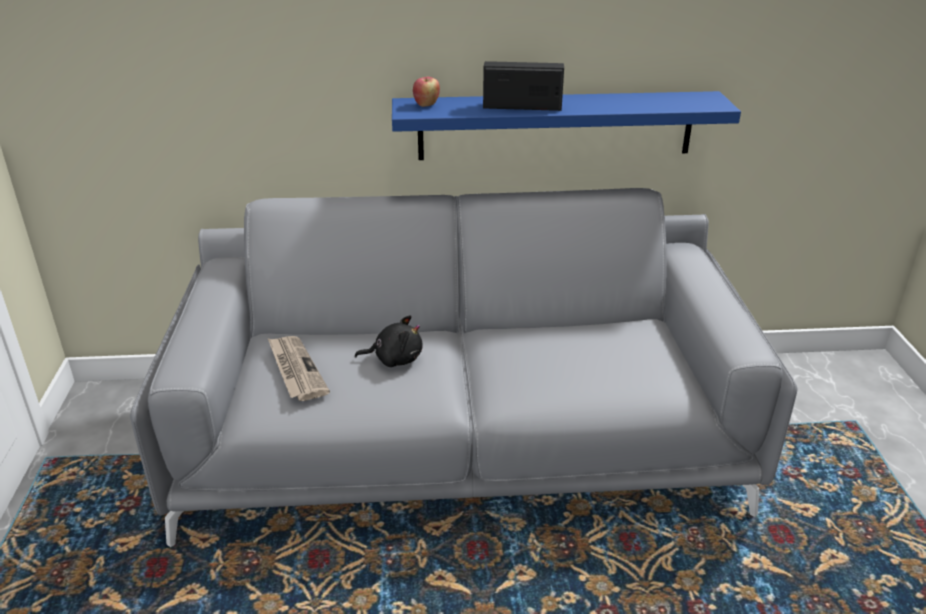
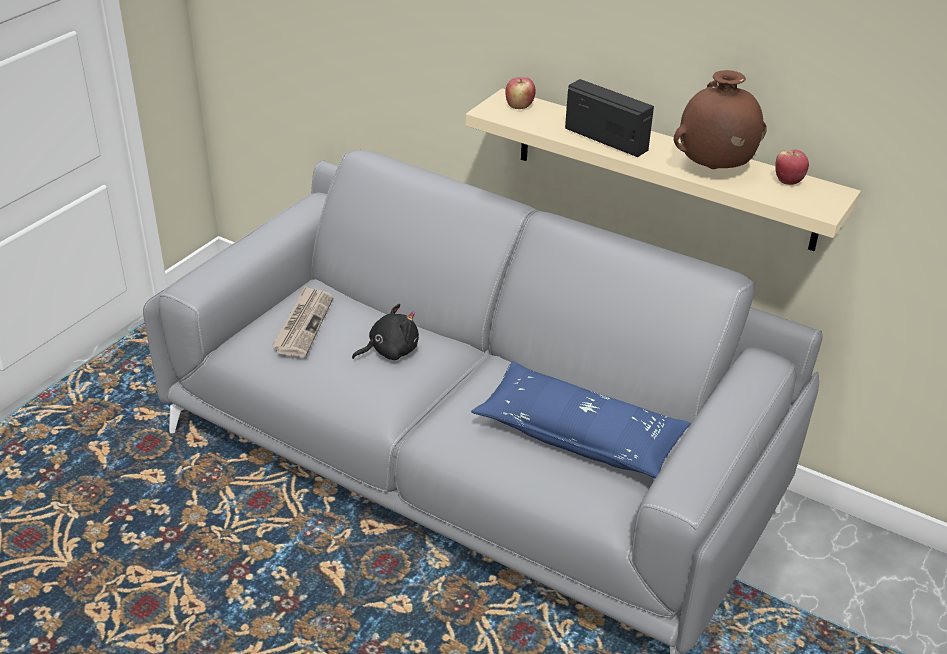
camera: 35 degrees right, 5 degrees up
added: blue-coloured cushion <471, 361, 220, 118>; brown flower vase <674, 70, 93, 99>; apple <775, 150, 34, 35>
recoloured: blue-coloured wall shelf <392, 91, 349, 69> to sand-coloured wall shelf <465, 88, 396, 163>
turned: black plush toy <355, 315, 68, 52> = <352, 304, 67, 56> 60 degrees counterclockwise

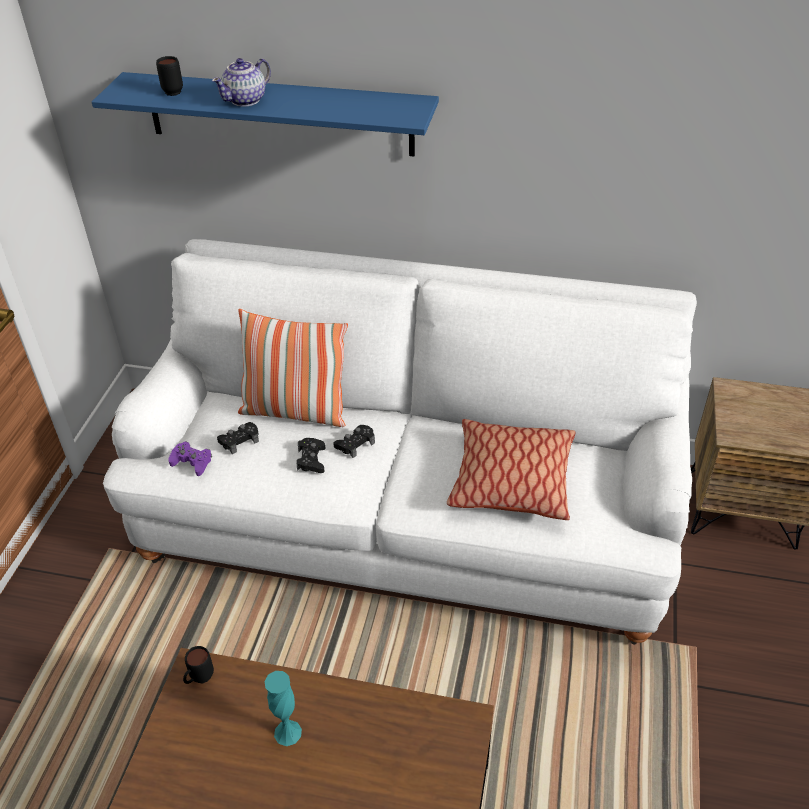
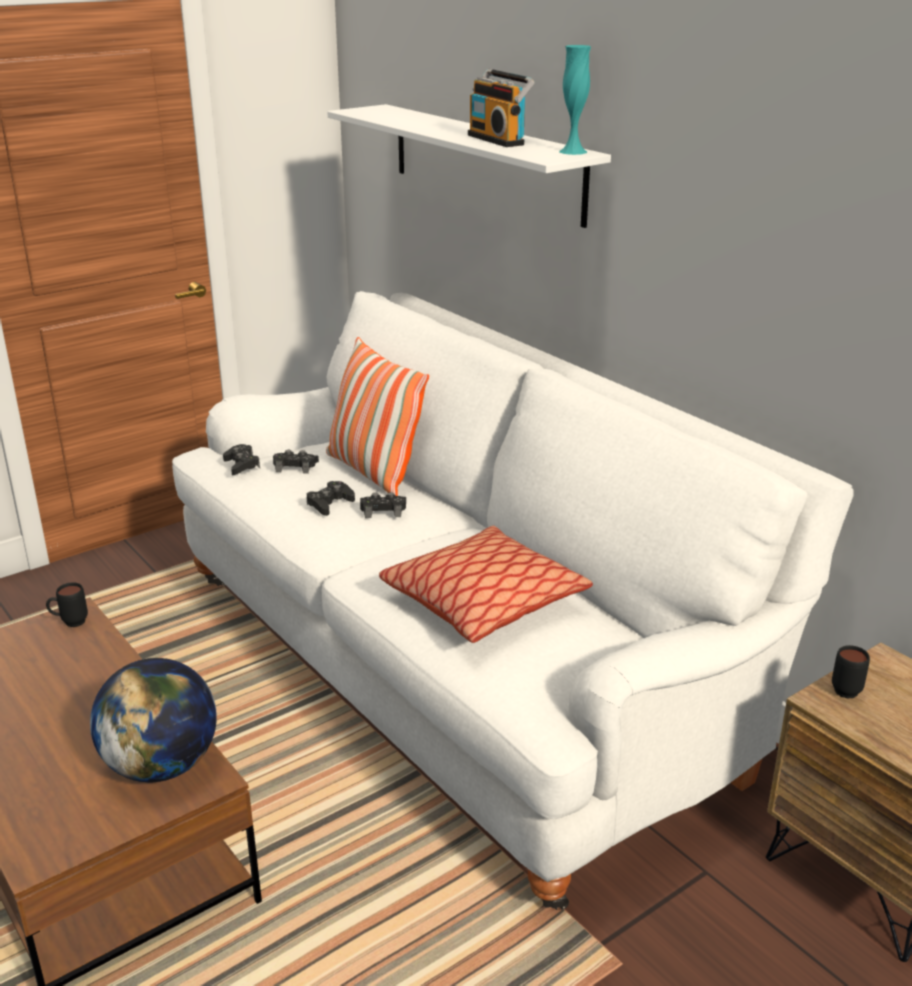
camera: 40 degrees right, 15 degrees down
removed: pot for tea <212, 58, 59, 49>
added: world globe <90, 658, 127, 124>; radio <468, 69, 67, 78>
moved: blue-green flower vase <264, 671, 38, 75> to <559, 45, 32, 110>; black tea mug <156, 56, 27, 40> to <832, 645, 38, 53>
recoloured: purplish gamepad <168, 441, 44, 35> to black gamepad <223, 444, 37, 31>; blue-coloured wall shelf <92, 72, 347, 84> to white wall shelf <327, 104, 284, 124>

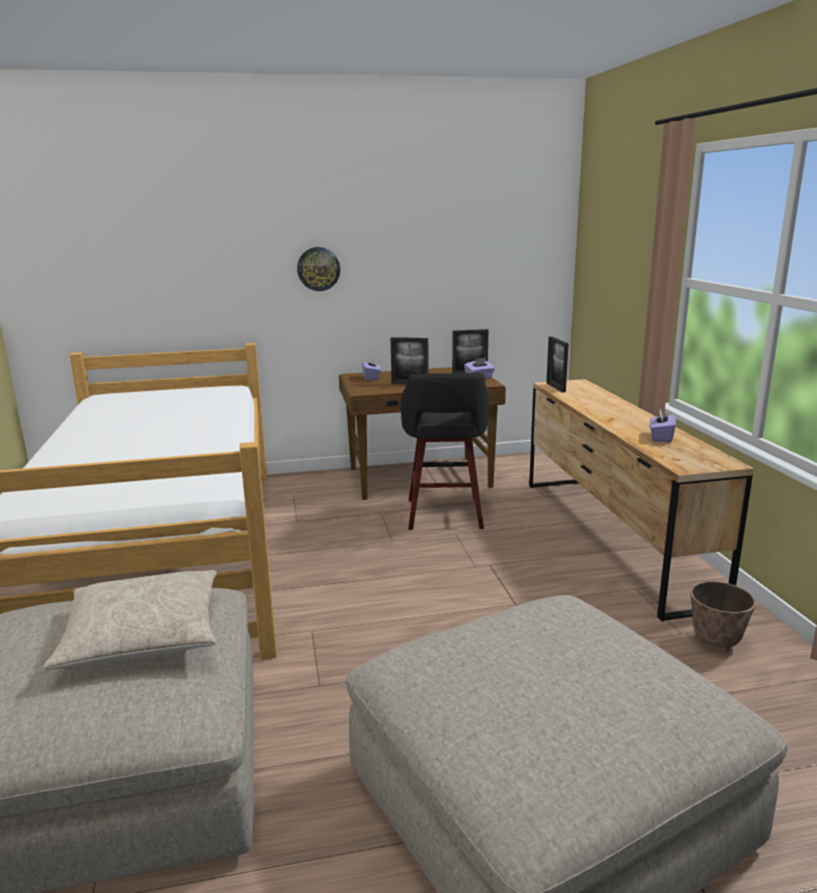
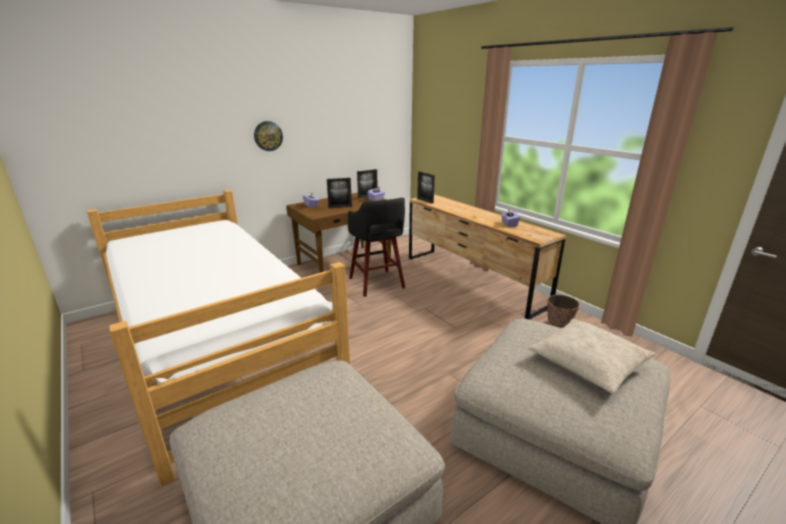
camera: 25 degrees left, 5 degrees up
moved: sand-coloured cushion <43, 570, 174, 100> to <528, 319, 128, 75>

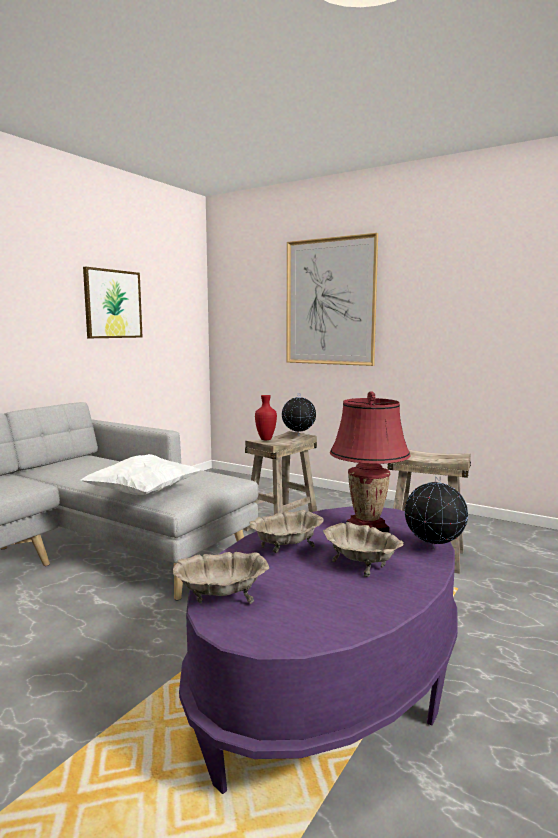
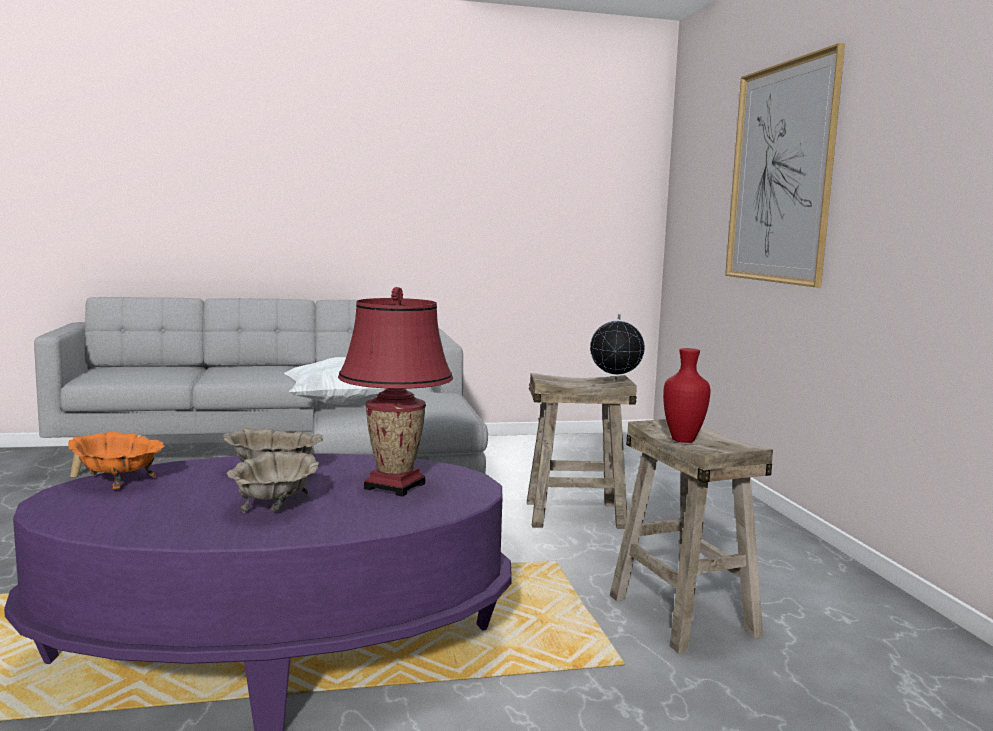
camera: 45 degrees right, 0 degrees up
removed: picture <83, 267, 60, 71>; world globe <405, 476, 63, 74>
moved: red-coloured flower vase <255, 395, 22, 45> to <663, 348, 47, 95>
recoloured: sand-coloured deep dish <173, 552, 96, 52> to orange-coloured deep dish <68, 431, 97, 58>

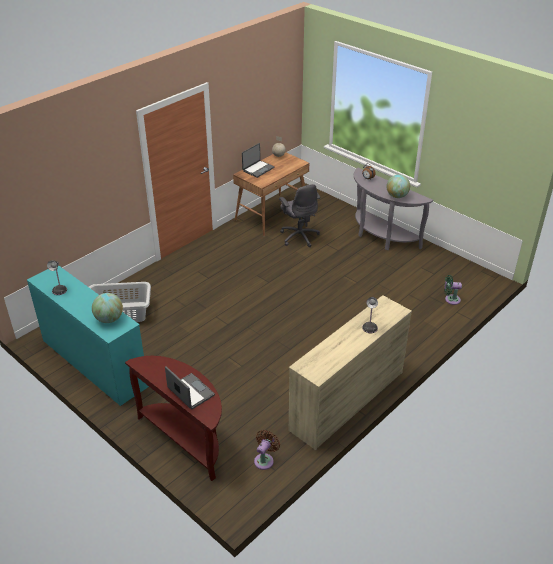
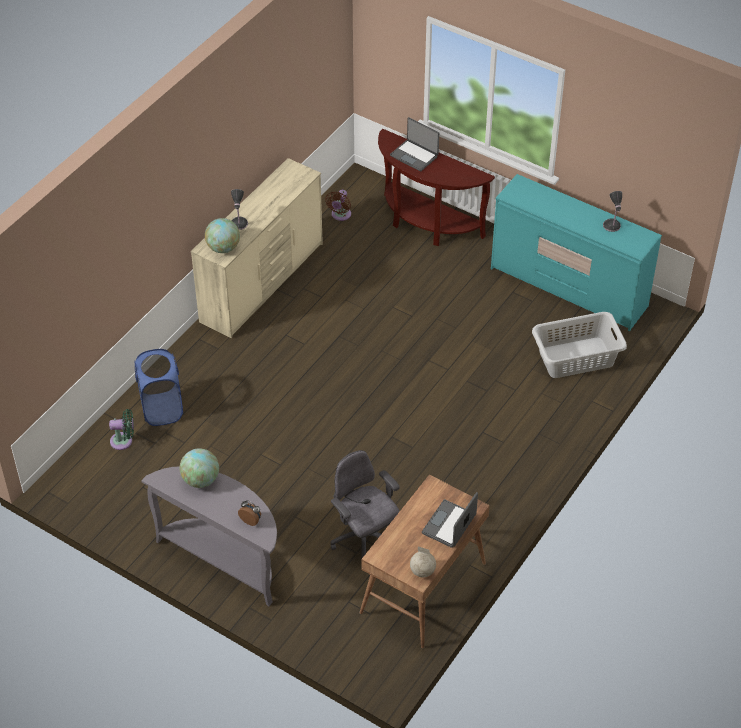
camera: 170 degrees right, 10 degrees up
added: blue-coloured hamper <134, 349, 49, 77>
moved: world globe <92, 293, 31, 30> to <205, 218, 35, 35>

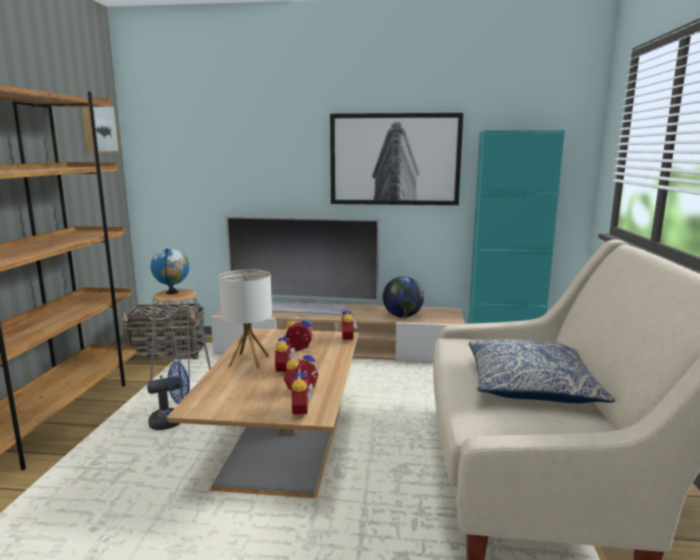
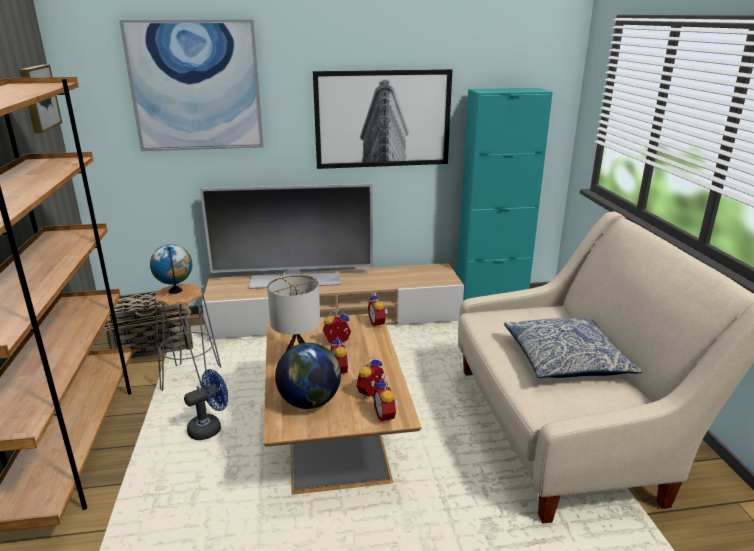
camera: 15 degrees left, 10 degrees up
added: picture <119, 20, 144, 131>
moved: world globe <383, 276, 41, 42> to <275, 343, 66, 66>

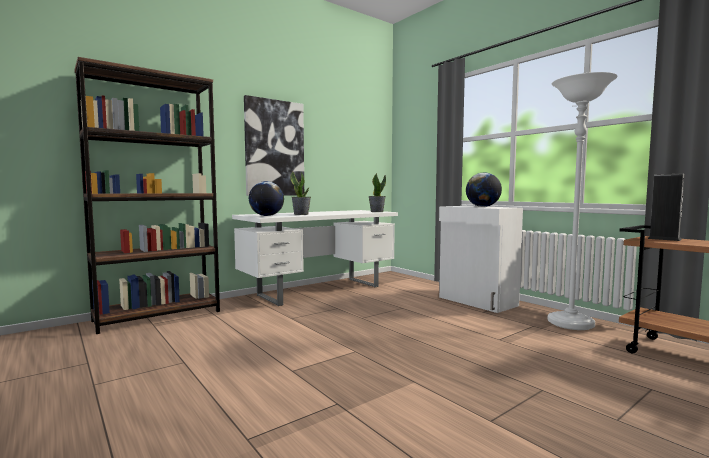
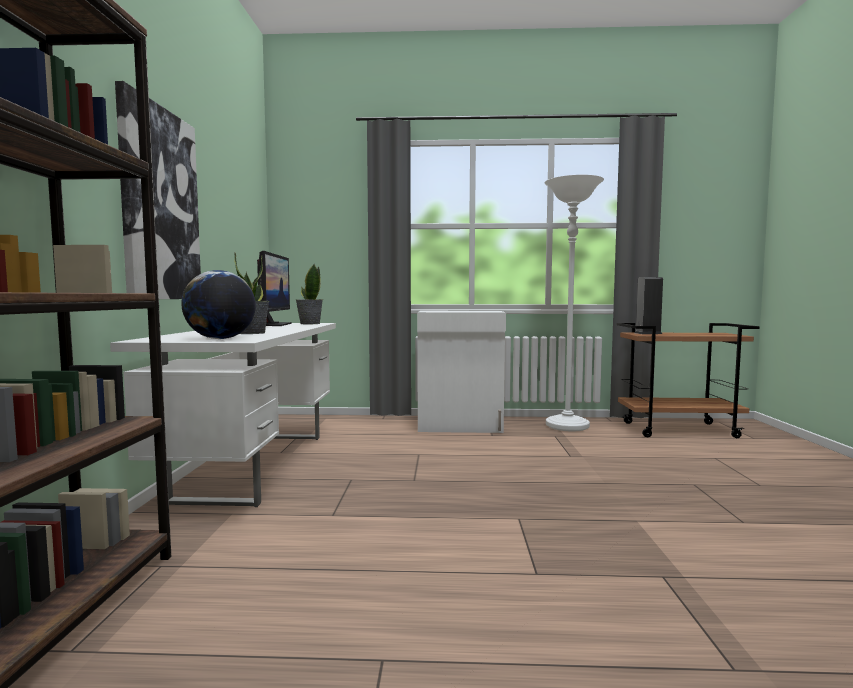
camera: 50 degrees left, 0 degrees up
removed: world globe <466, 173, 36, 34>
added: computer display <257, 251, 35, 75>

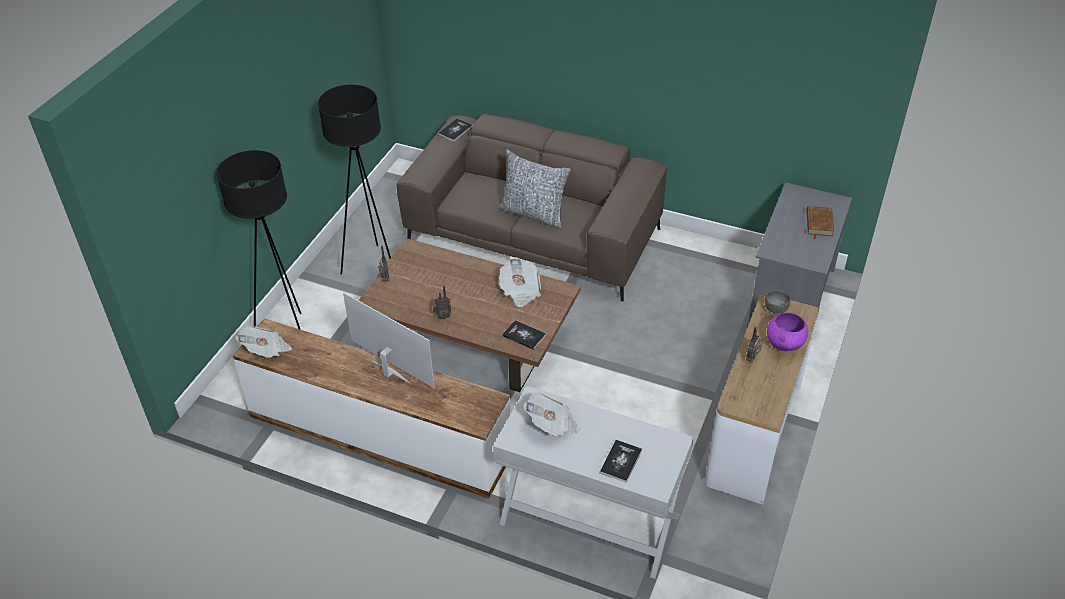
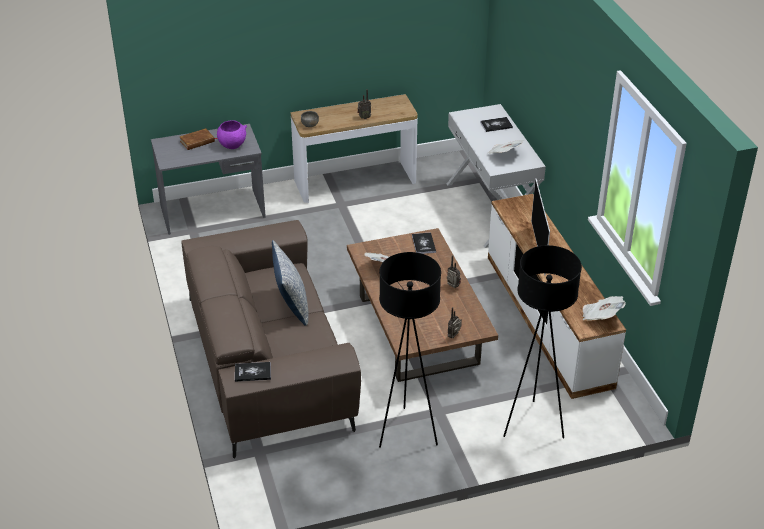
camera: 130 degrees left, 5 degrees down
moved: purplish deep dish <767, 312, 41, 39> to <217, 120, 30, 29>

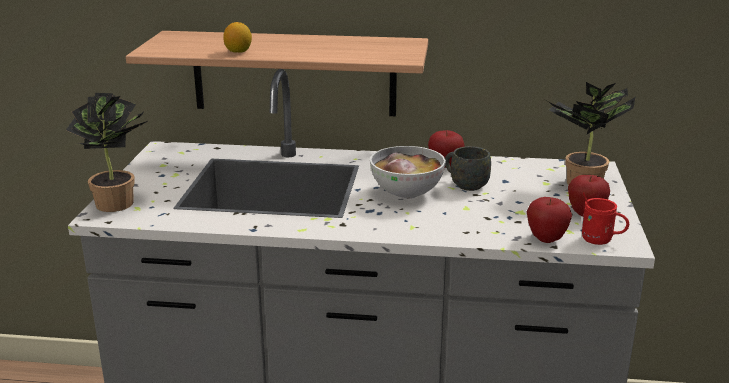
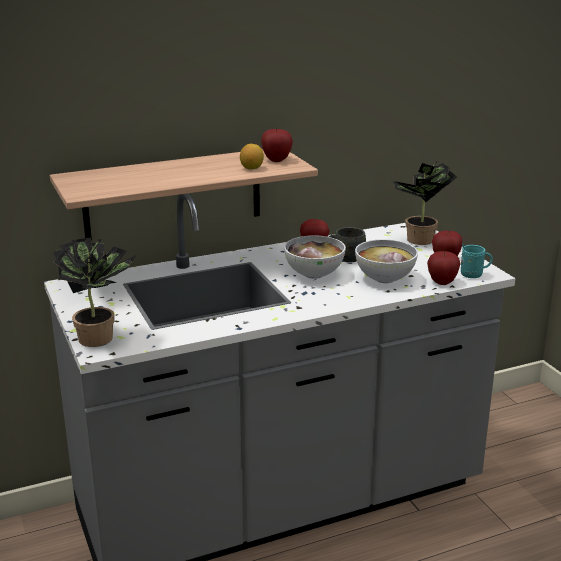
camera: 30 degrees left, 0 degrees up
added: apple <261, 128, 32, 34>; deep dish <355, 239, 63, 44>
moved: lemon <223, 22, 29, 31> to <240, 144, 24, 25>
recoloured: red-coloured tea mug <582, 192, 47, 53> to blue-green tea mug <461, 243, 32, 35>

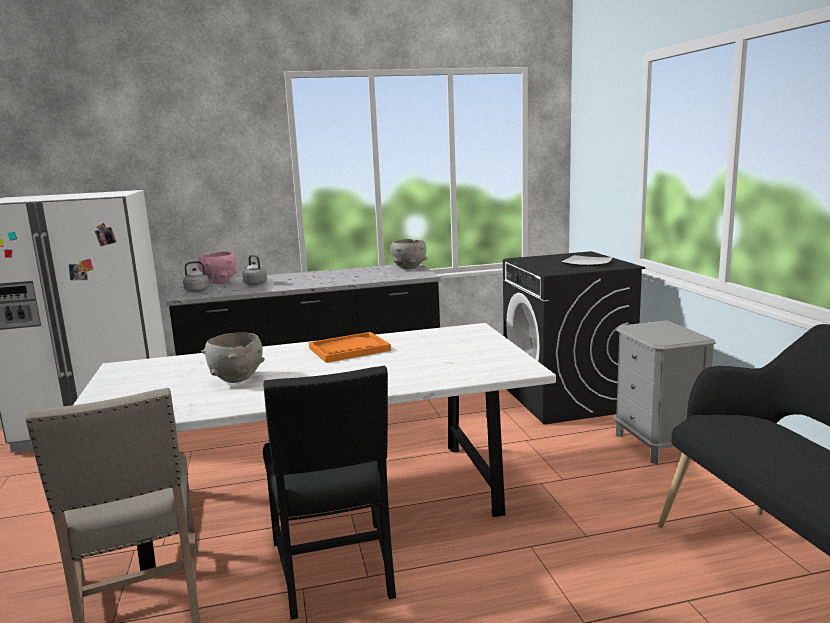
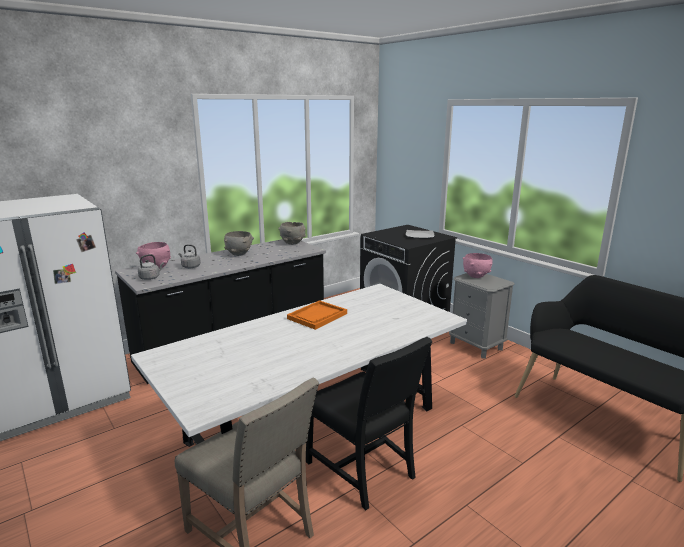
camera: 25 degrees left, 5 degrees up
added: pink-coloured deep dish <463, 253, 30, 25>
moved: greyish deep dish <202, 333, 63, 50> to <224, 231, 30, 25>

